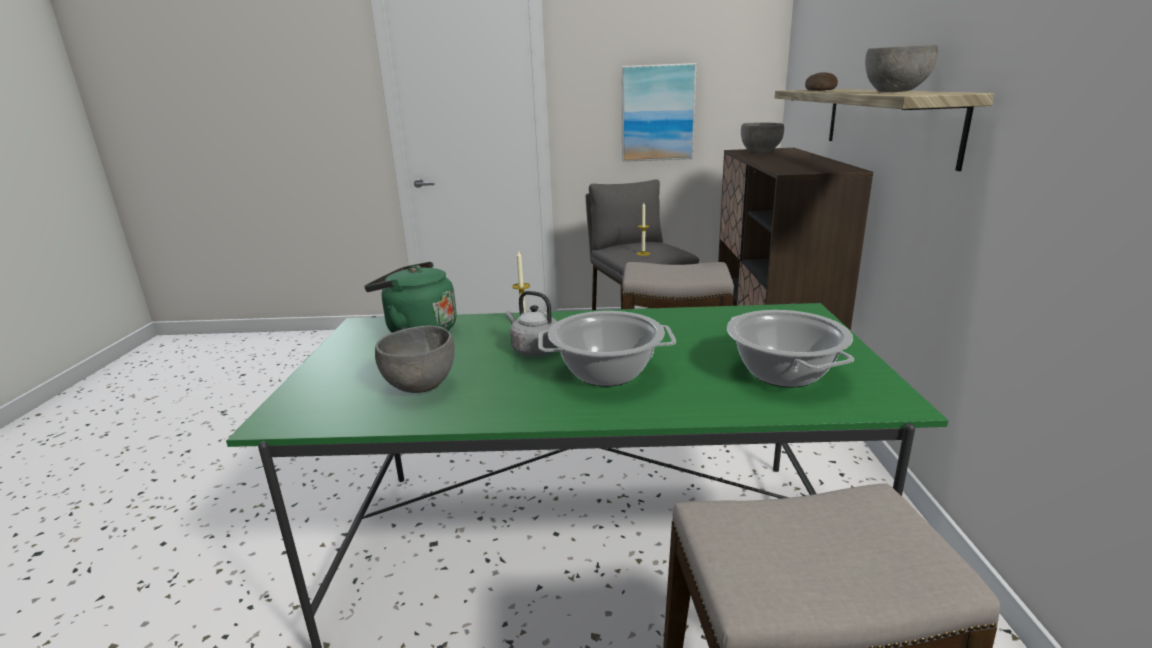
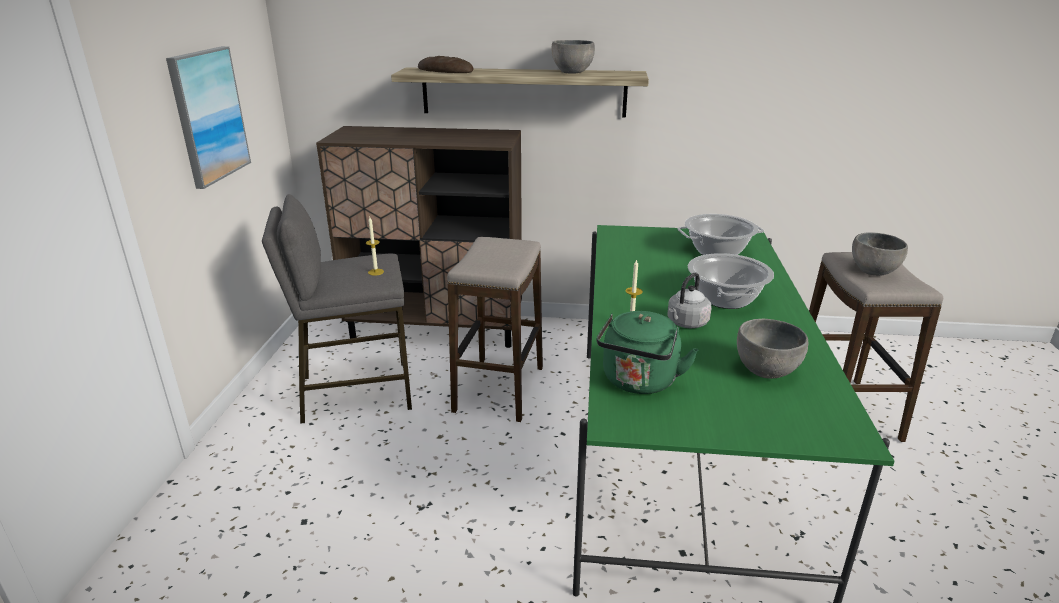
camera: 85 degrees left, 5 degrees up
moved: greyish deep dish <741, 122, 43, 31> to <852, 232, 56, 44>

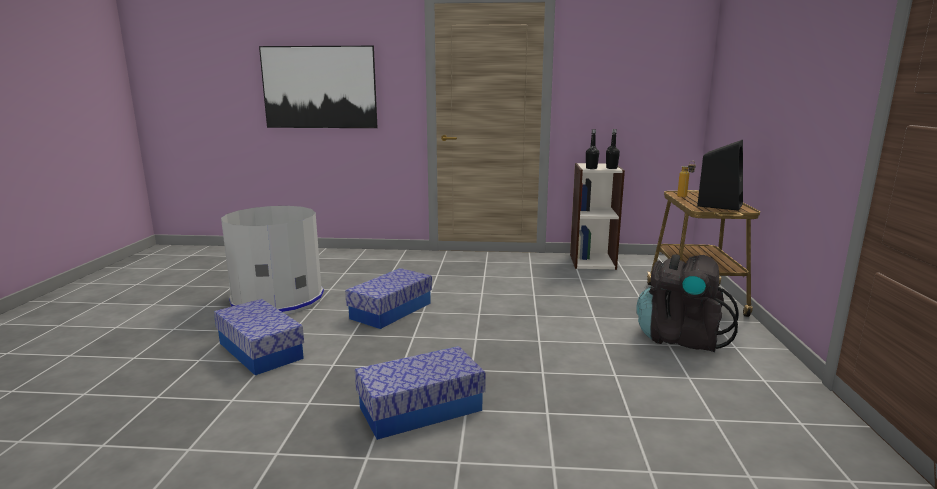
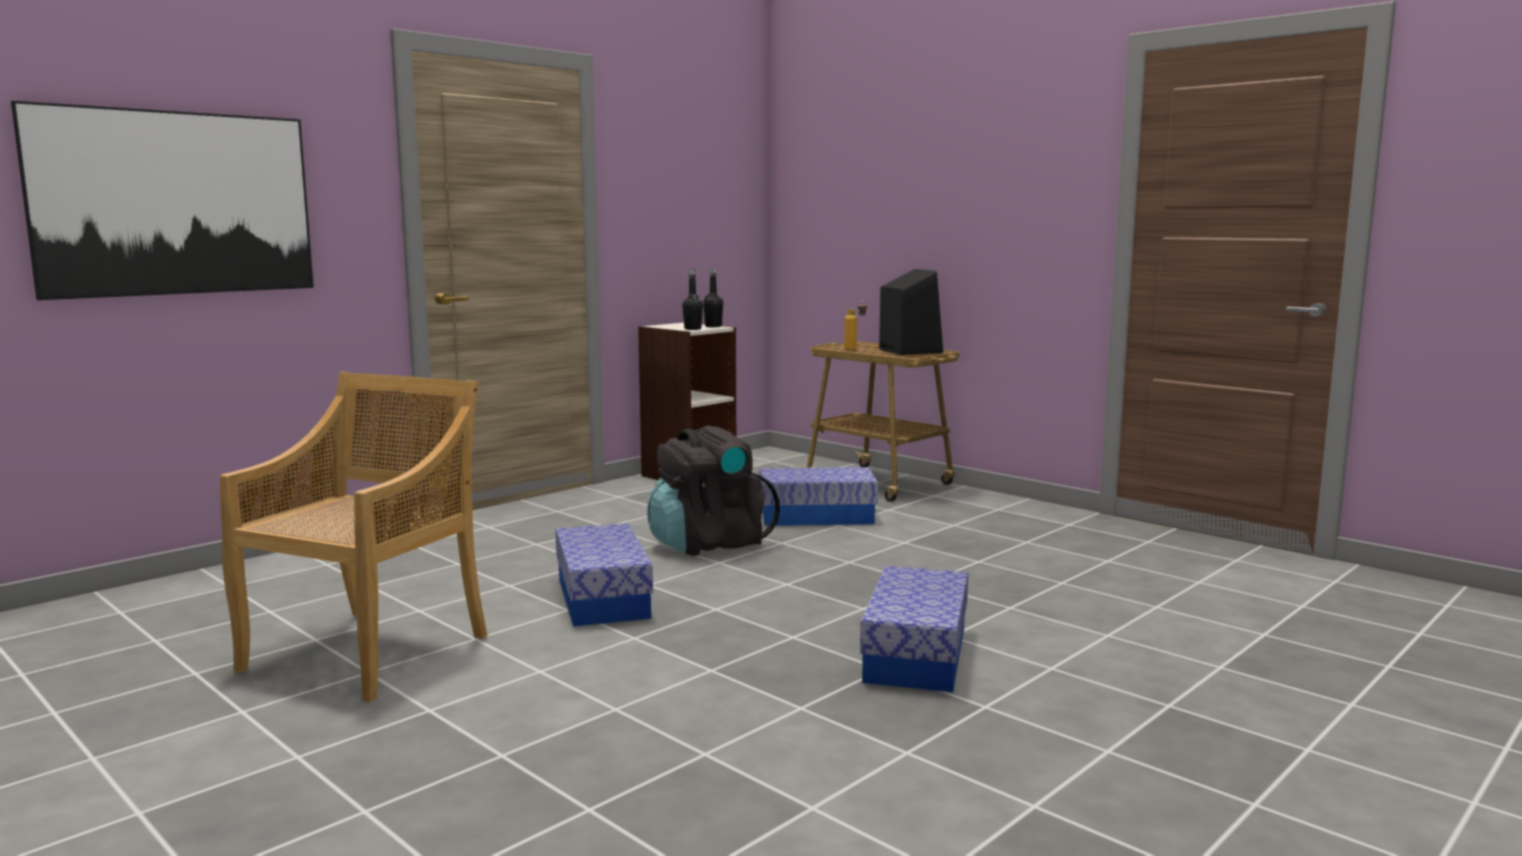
camera: 50 degrees left, 5 degrees down
moved: black backpack <636, 254, 103, 98> to <647, 426, 133, 130>; storage bin <214, 299, 90, 76> to <759, 467, 119, 59>
replaced: greyish rubbish bin <221, 206, 103, 108> to sand-coloured upright chair <220, 371, 268, 331>

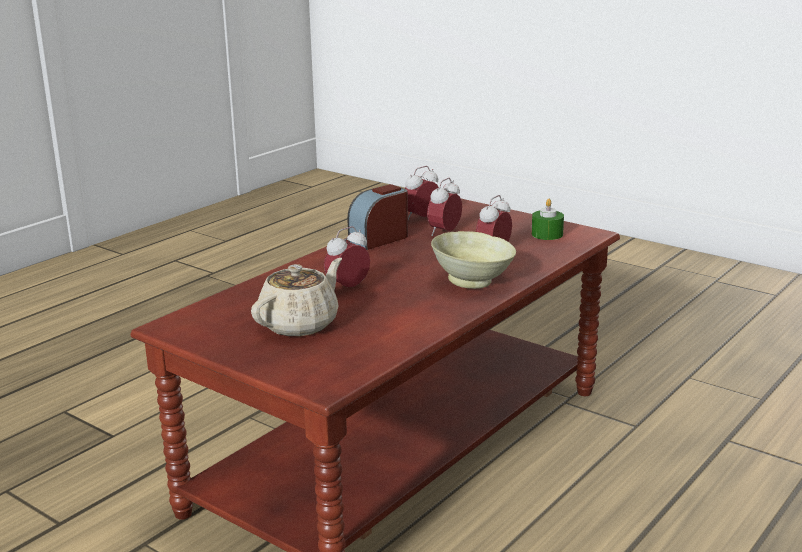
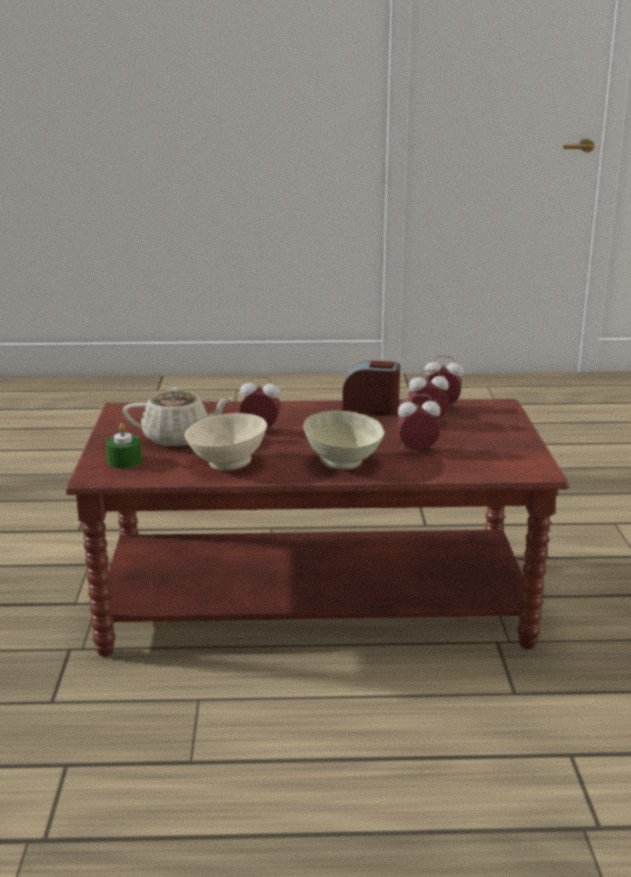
camera: 50 degrees right, 0 degrees up
added: sand-coloured deep dish <185, 413, 82, 58>
moved: green-coloured wax light <532, 199, 32, 41> to <106, 423, 36, 46>

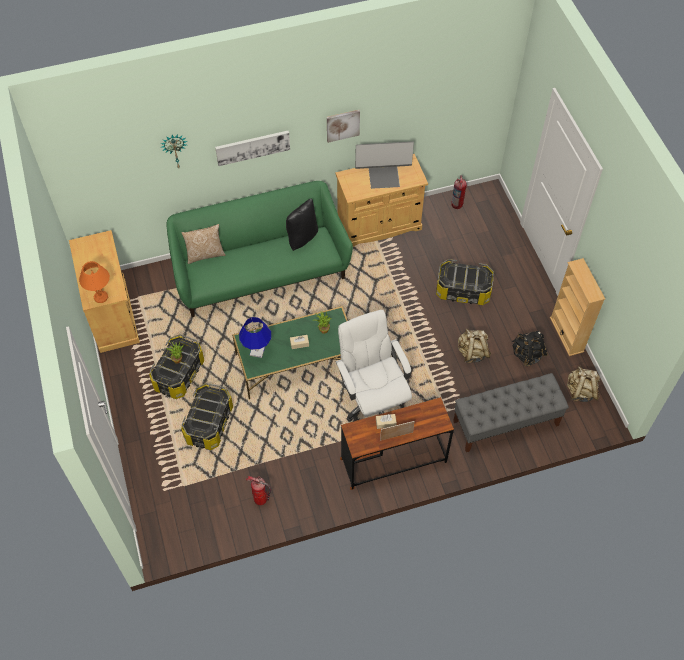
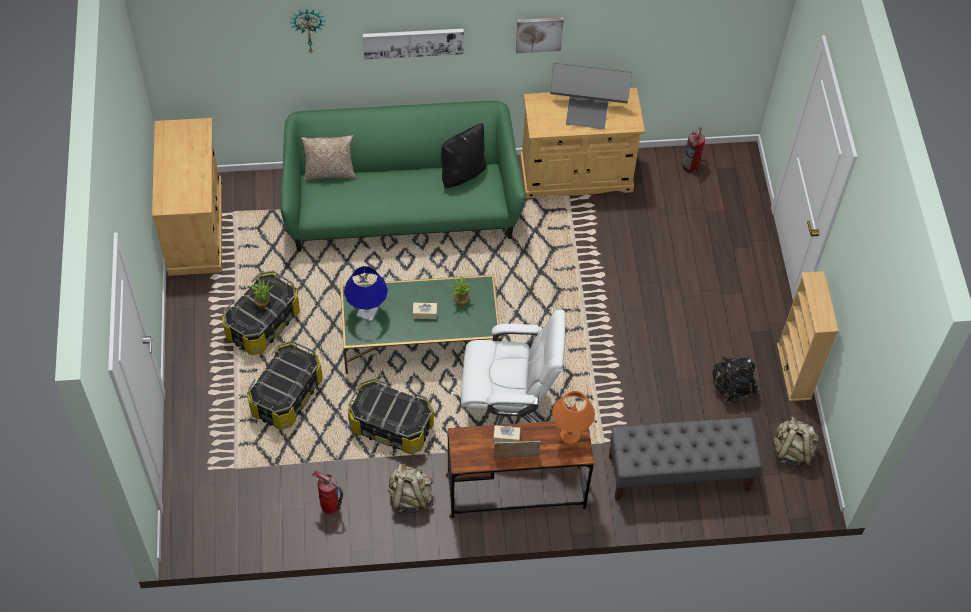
camera: 10 degrees right, 0 degrees up
moved: storage bin <436, 259, 58, 46> to <348, 378, 86, 76>; sand-coloured backpack <458, 328, 33, 35> to <388, 462, 45, 51>; orange-coloured lamp for a table <79, 261, 31, 42> to <552, 391, 43, 54>
turned: white office chair <335, 310, 77, 112> = <460, 310, 105, 115> 105 degrees clockwise

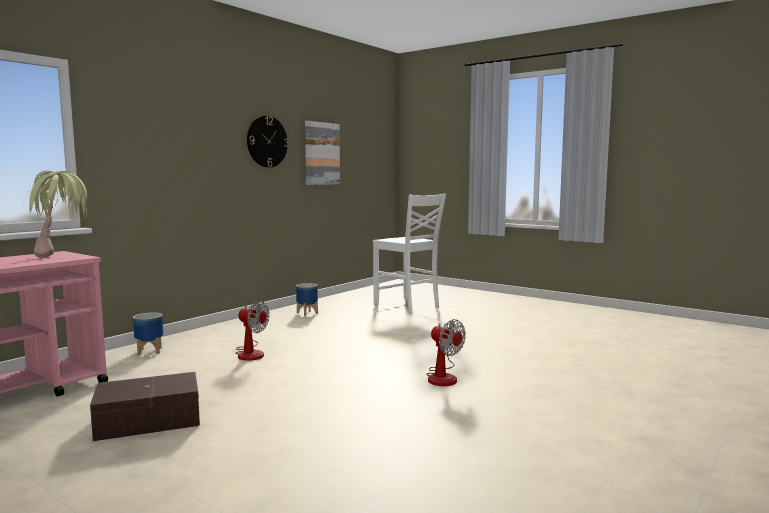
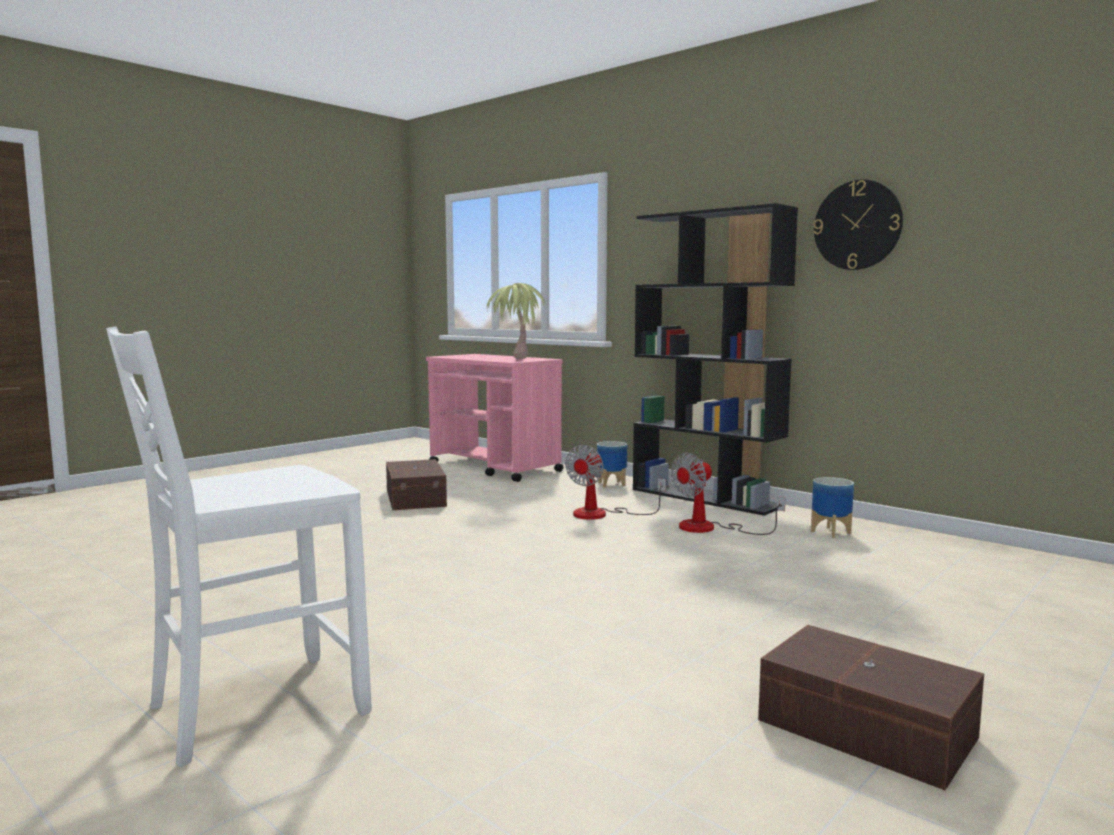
camera: 95 degrees right, 0 degrees up
removed: picture <305, 121, 35, 64>
added: black bookshelf <633, 203, 165, 313>; brown storage bin <758, 625, 226, 165>
moved: white upright chair <373, 193, 73, 122> to <106, 327, 265, 440>; fan <426, 319, 40, 67> to <671, 453, 114, 82>

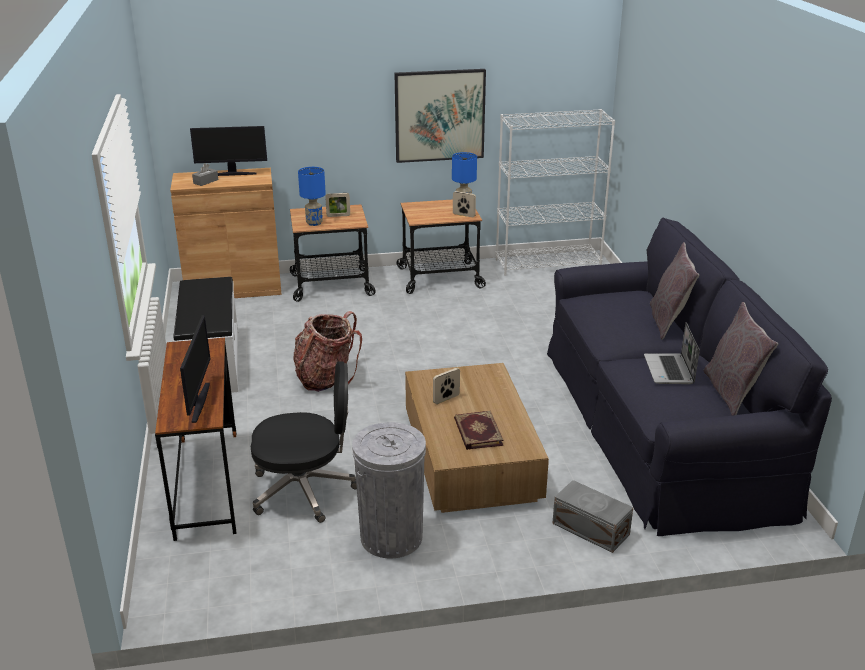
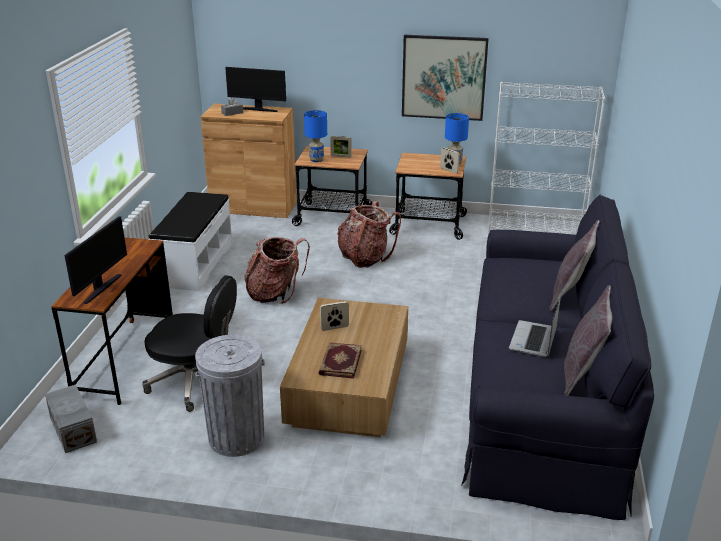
camera: 20 degrees right, 0 degrees up
added: backpack <337, 201, 64, 67>
moved: greyish storage bin <552, 480, 81, 73> to <45, 385, 52, 68>

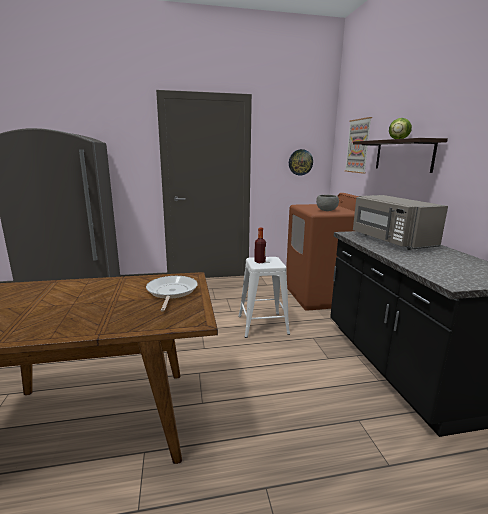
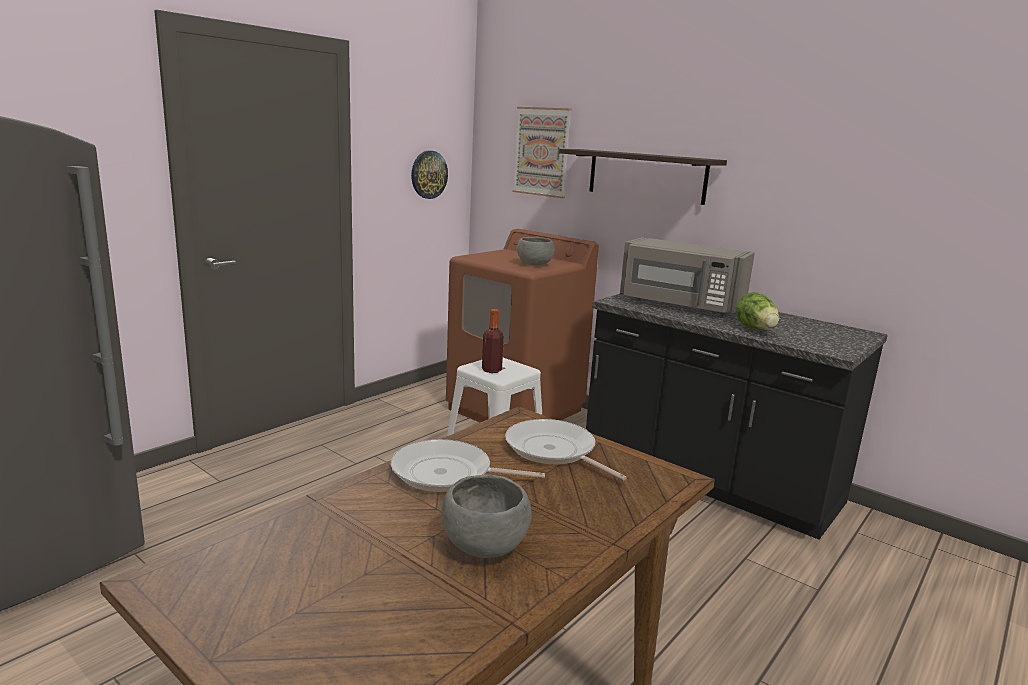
camera: 40 degrees left, 0 degrees up
added: skillet <391, 439, 154, 53>; greyish deep dish <441, 475, 91, 83>
moved: lettuce <389, 118, 23, 21> to <736, 292, 43, 38>

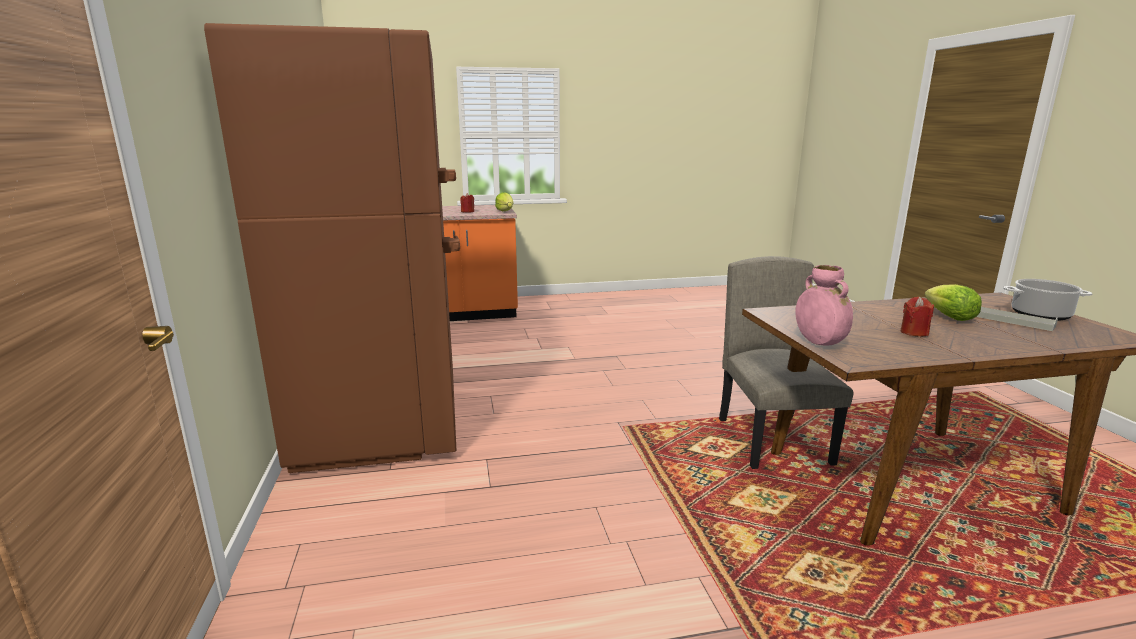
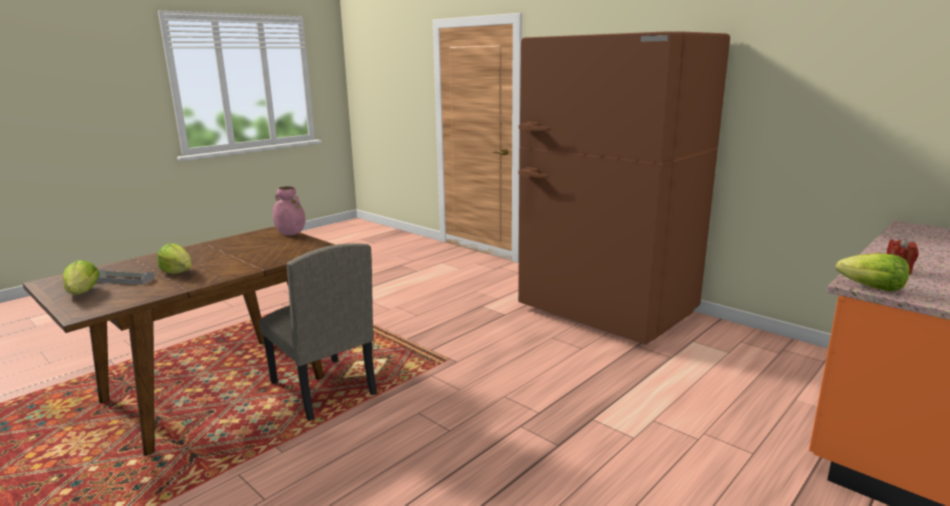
camera: 145 degrees right, 0 degrees up
removed: red-coloured wax light <901, 297, 33, 39>
replaced: cooking pot <1003, 279, 90, 42> to lettuce <63, 260, 37, 35>

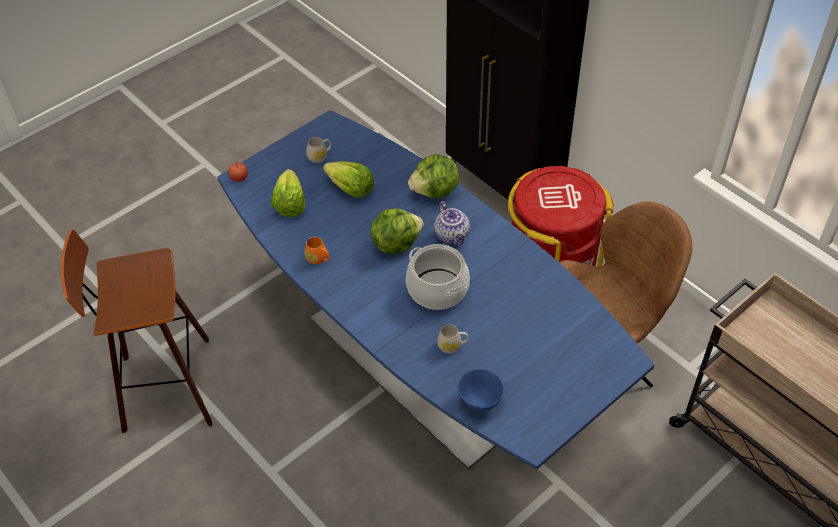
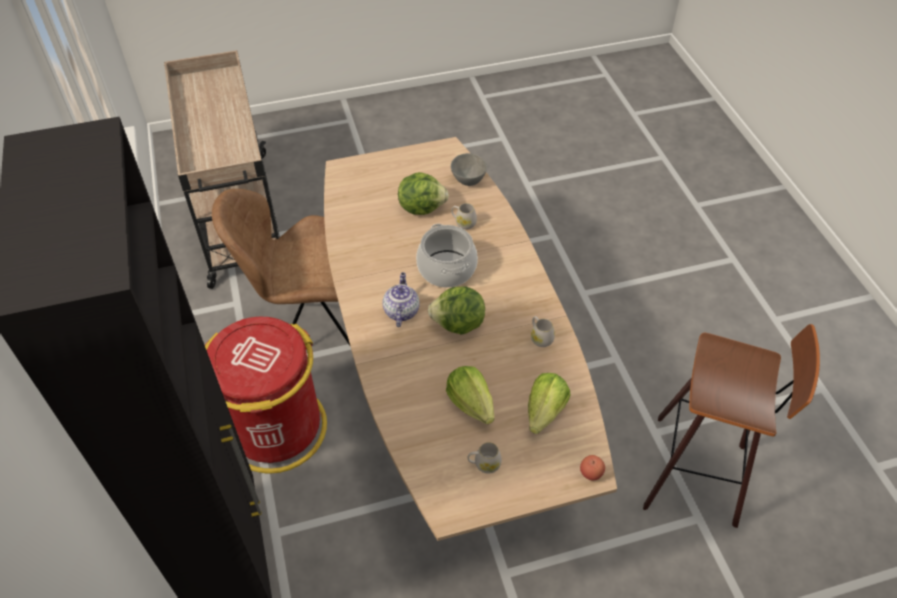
camera: 155 degrees left, 0 degrees up
moved: lettuce <408, 154, 51, 44> to <398, 172, 51, 43>
recoloured: blue-coloured kitchen table <217, 110, 438, 360> to brown kitchen table <324, 137, 293, 404>; blue-coloured deep dish <457, 369, 47, 42> to greyish deep dish <451, 153, 36, 33>; orange-coloured tea mug <304, 237, 26, 27> to white tea mug <531, 316, 24, 31>

